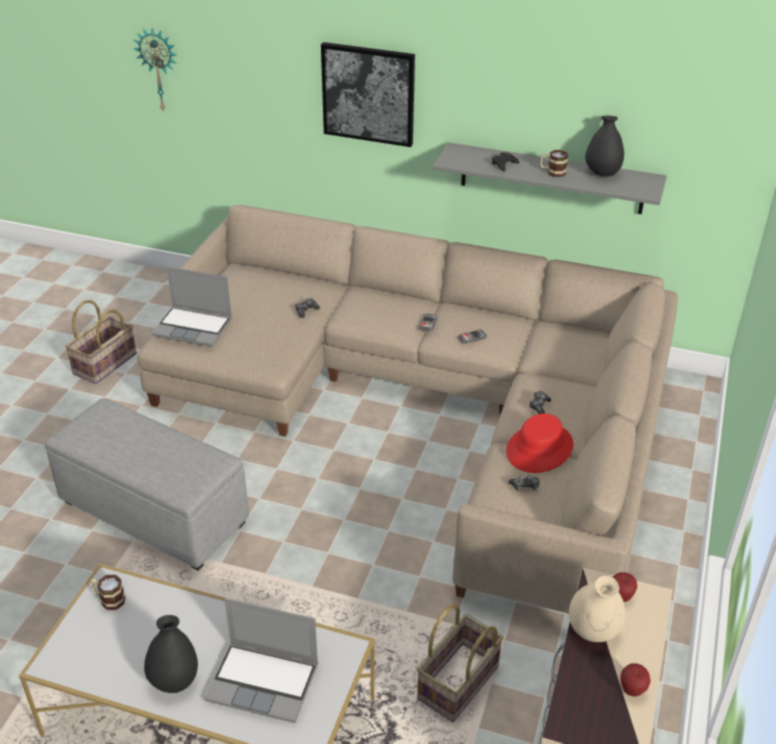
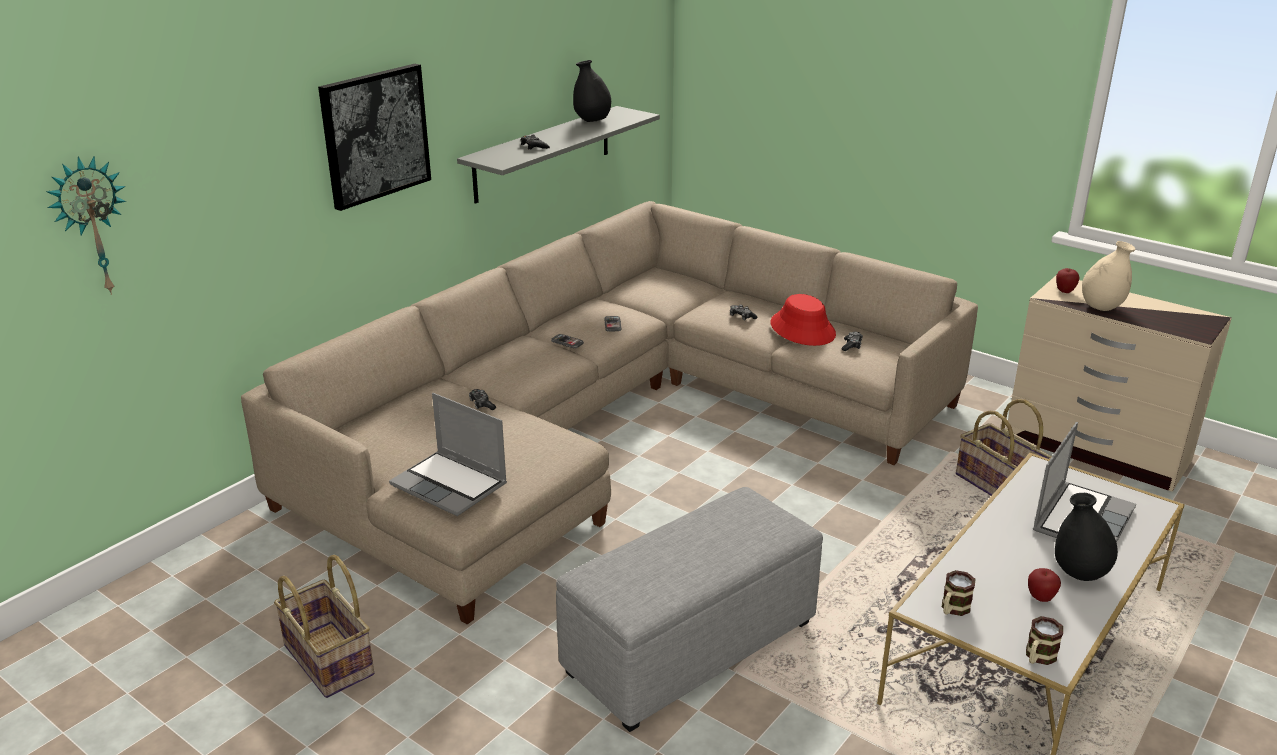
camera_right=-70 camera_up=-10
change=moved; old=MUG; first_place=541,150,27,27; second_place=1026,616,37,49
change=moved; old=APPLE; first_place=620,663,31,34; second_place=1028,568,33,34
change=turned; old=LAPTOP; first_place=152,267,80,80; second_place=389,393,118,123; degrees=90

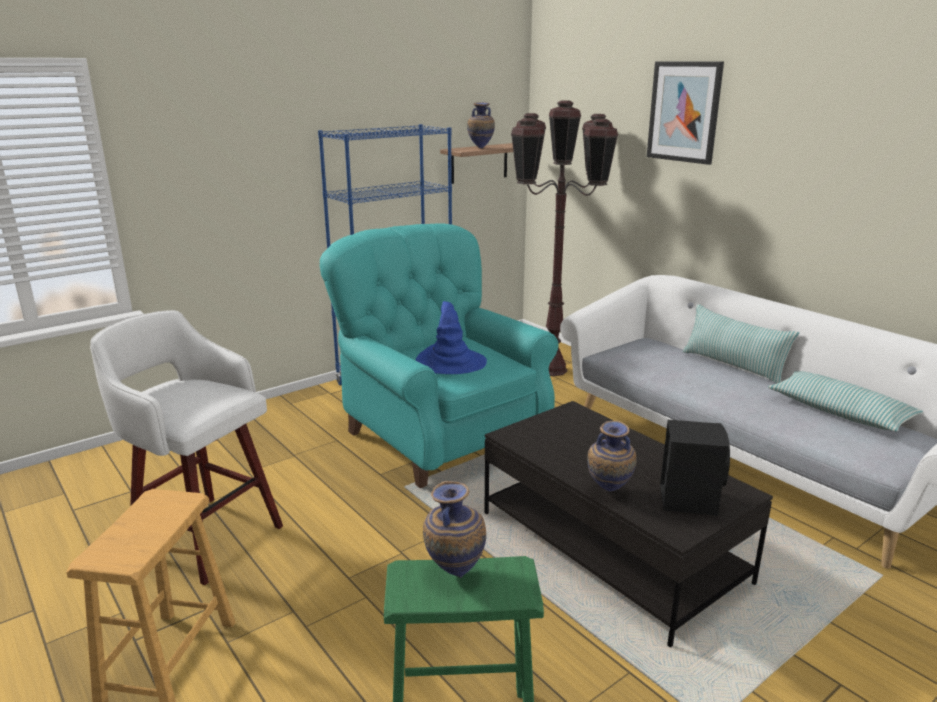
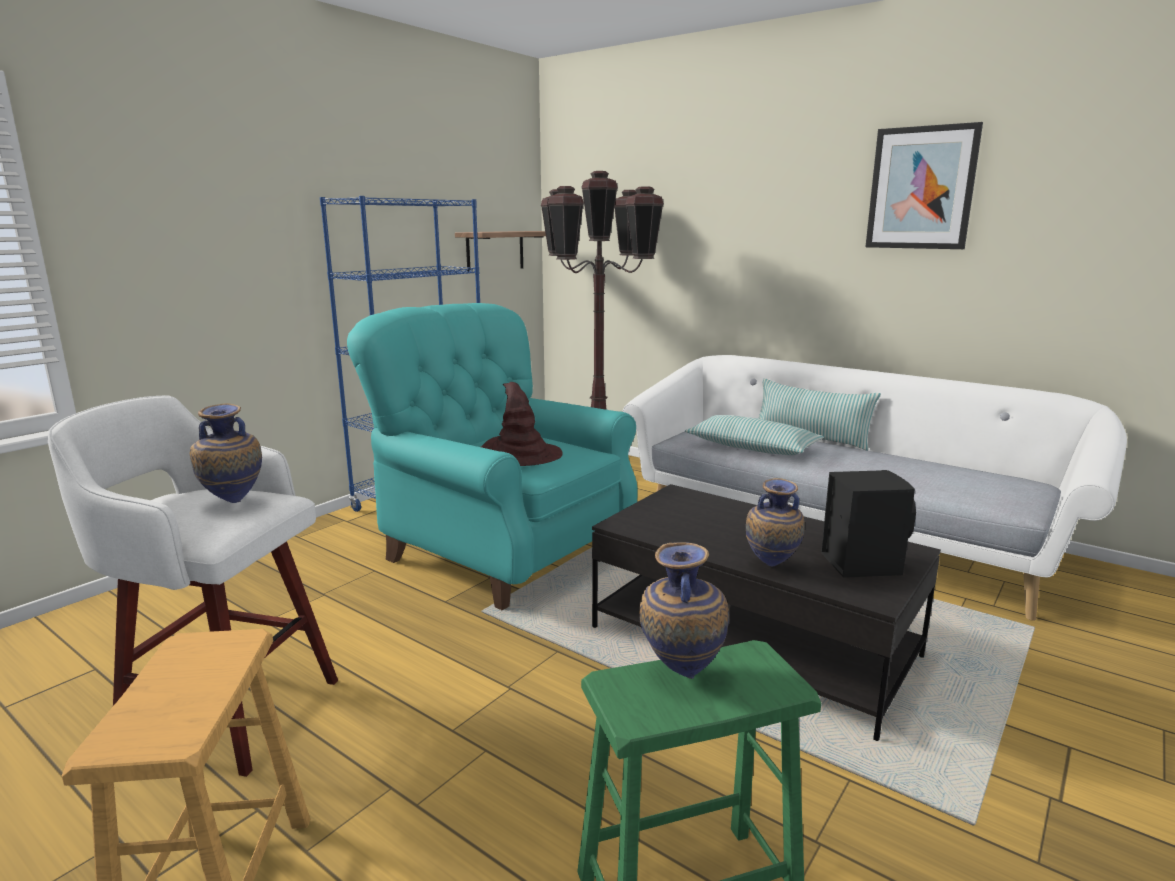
camera_right=-15 camera_up=-5
change=moved; old=VASE; first_place=467,102,28,46; second_place=190,403,72,100
change=moved; old=PICTURE; first_place=647,61,77,104; second_place=865,122,118,127
change=moved; old=PILLOW; first_place=768,371,155,60; second_place=685,415,139,40
change=recoloured; old=BLUE HAT; new=BROWN HAT; first_place=416,301,71,73; second_place=481,382,82,84

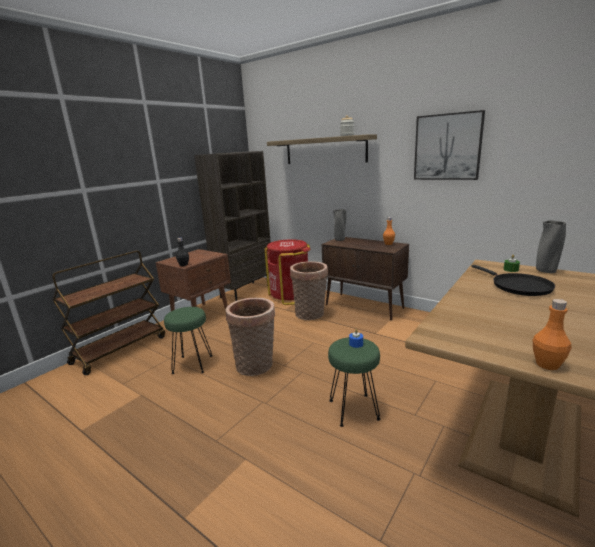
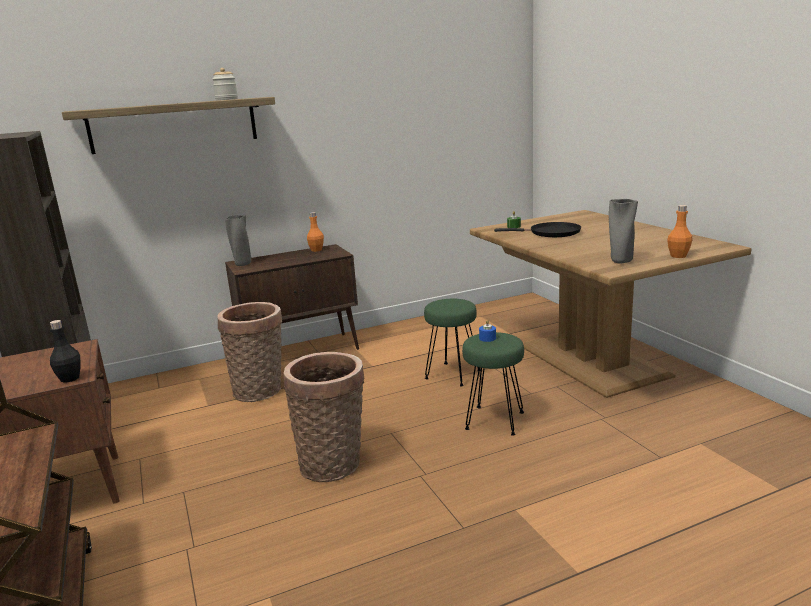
camera_right=-60 camera_up=0
change=removed; old=RED TRASH CAN; first_place=265,239,45,66
change=removed; old=PICTURE; first_place=414,110,71,70
change=moved; old=GREEN STOOL; first_place=164,307,49,67; second_place=424,299,57,87
change=moved; old=GREY VASE; first_place=536,220,30,53; second_place=609,199,29,64

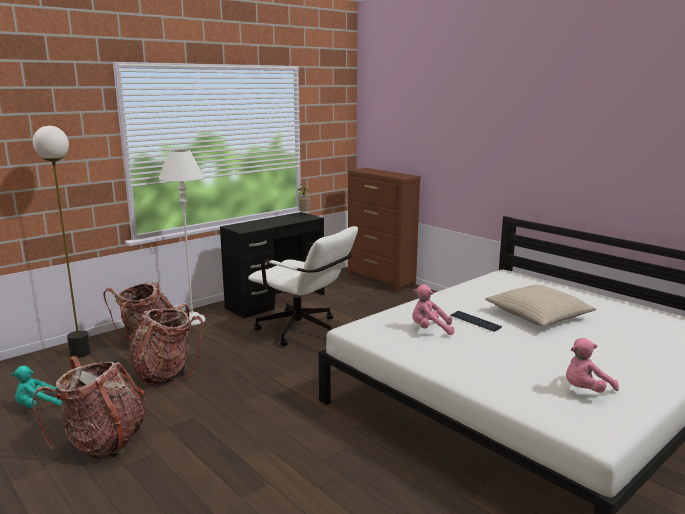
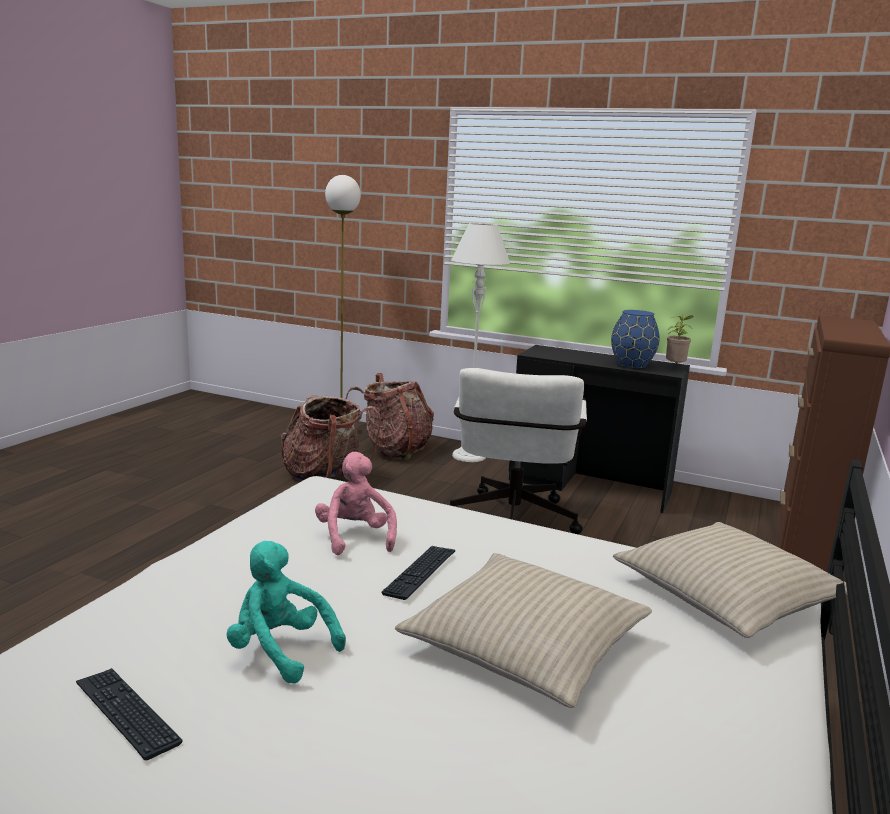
camera_right=65 camera_up=0
change=removed; old=BACKPACK; first_place=32,356,114,103
change=added; new=BLUE VASE; second_place=611,310,49,58
change=added; new=BEIGE PILLOW; second_place=613,522,235,116
change=moved; old=TURQUOISE PLUSH TOY; first_place=11,366,51,42; second_place=227,541,119,143
change=replaced; old=PINK PLUSH TOY; new=KEYBOARD; first_place=566,338,53,55; second_place=76,668,107,92

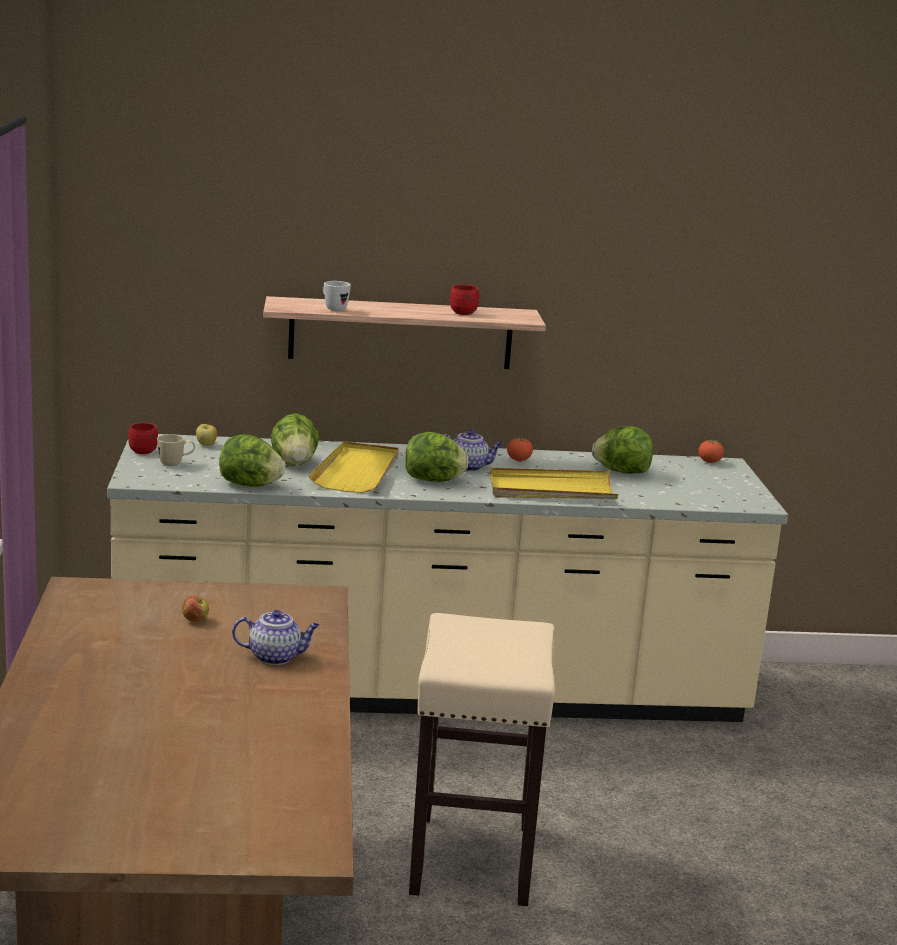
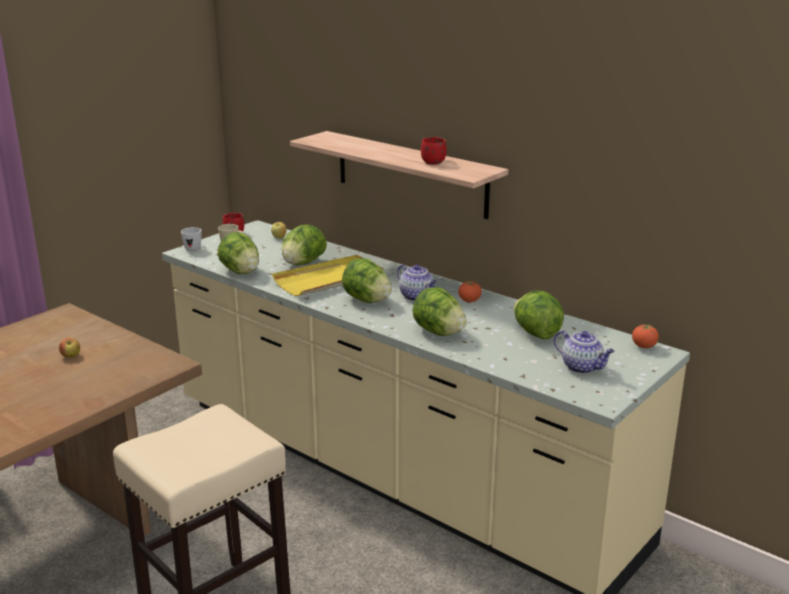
camera_right=45 camera_up=5
change=moved; old=TEAPOT; first_place=232,610,88,55; second_place=554,330,61,44
change=moved; old=WHITE MUG; first_place=323,281,28,30; second_place=181,227,21,24
change=replaced; old=YELLOW TRAY; new=LETTUCE; first_place=490,468,128,31; second_place=413,287,54,49

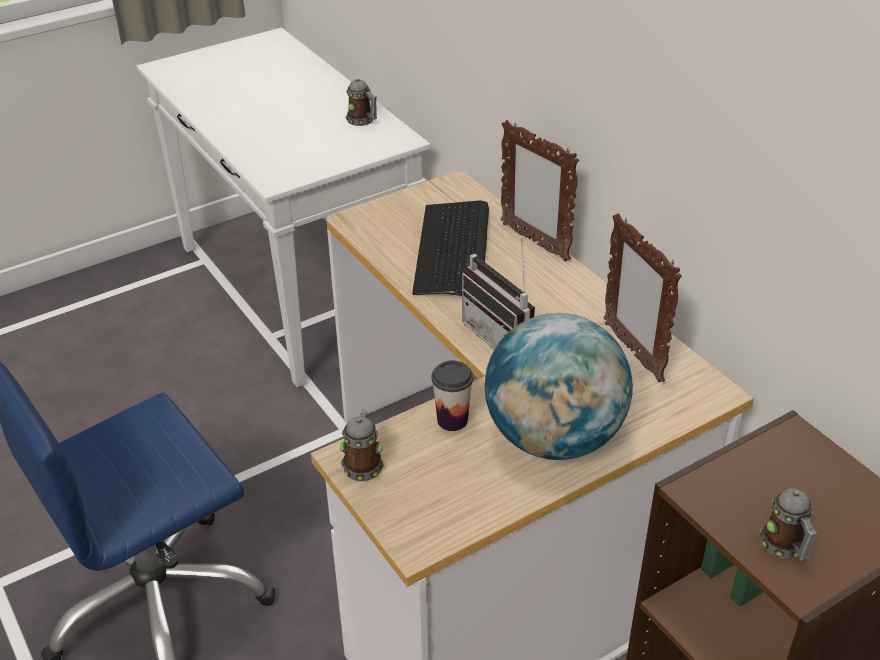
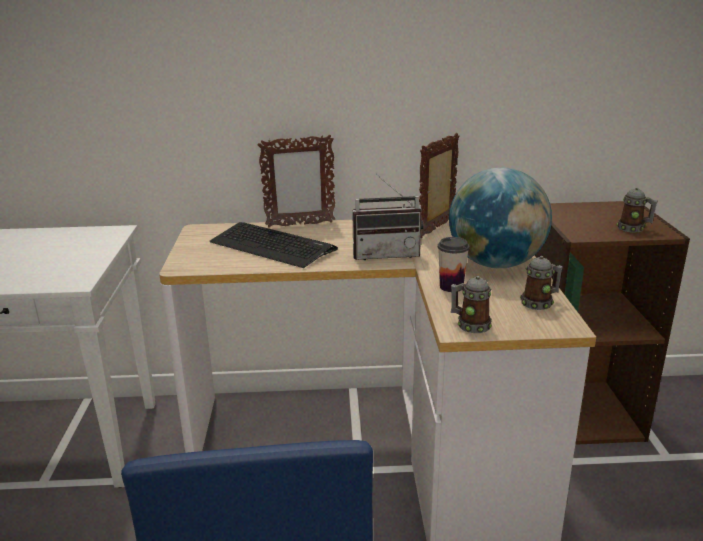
camera_right=-60 camera_up=-15
change=moved; old=MUG; first_place=345,79,32,47; second_place=520,256,43,54
change=turned; old=PICTURE FRAME; first_place=603,213,79,169; second_place=419,133,40,105; degrees=120

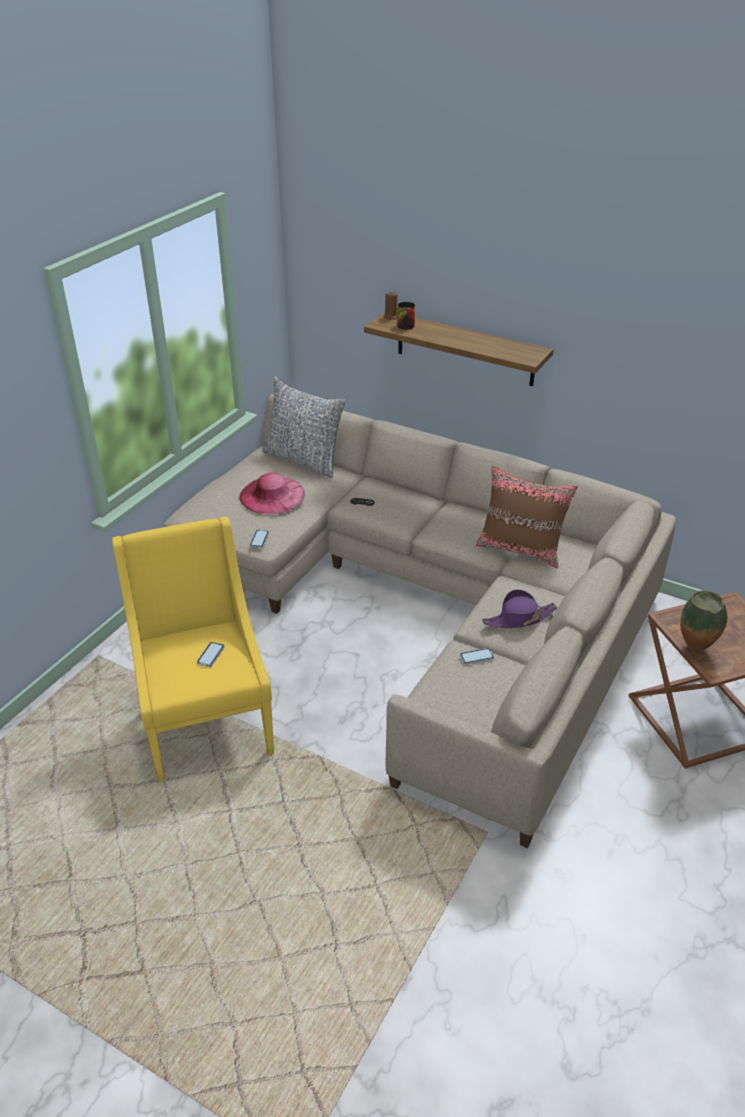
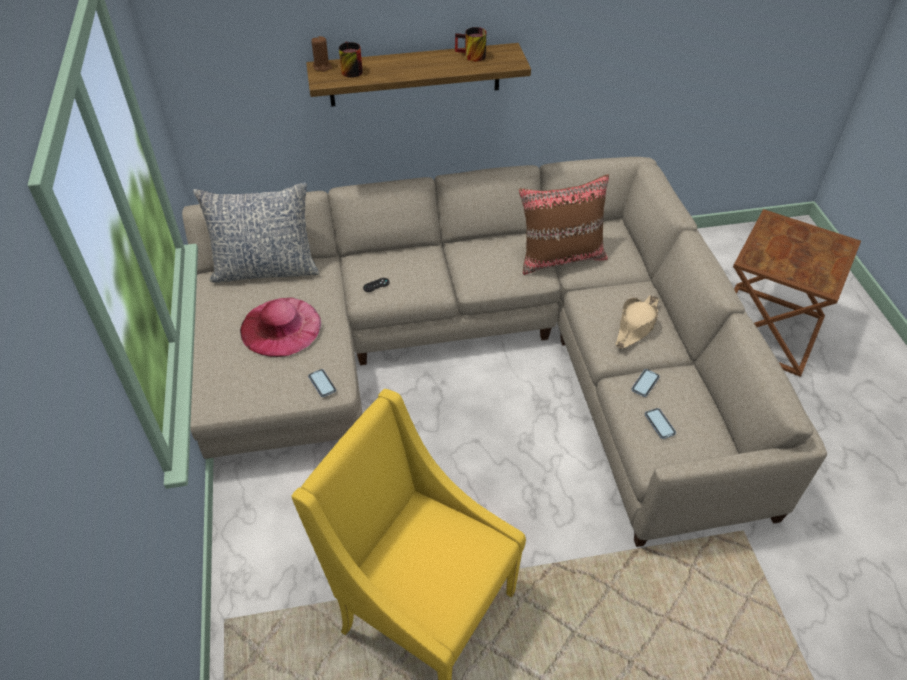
camera_right=-40 camera_up=10
change=removed; old=VASE; first_place=680,590,47,62
change=added; new=MUG; second_place=455,27,31,35
change=moved; old=PHONE; first_place=197,642,27,25; second_place=645,408,31,31
change=recoloured; old=PURPLE HAT; new=BEIGE HAT; first_place=482,589,75,39; second_place=615,295,44,54

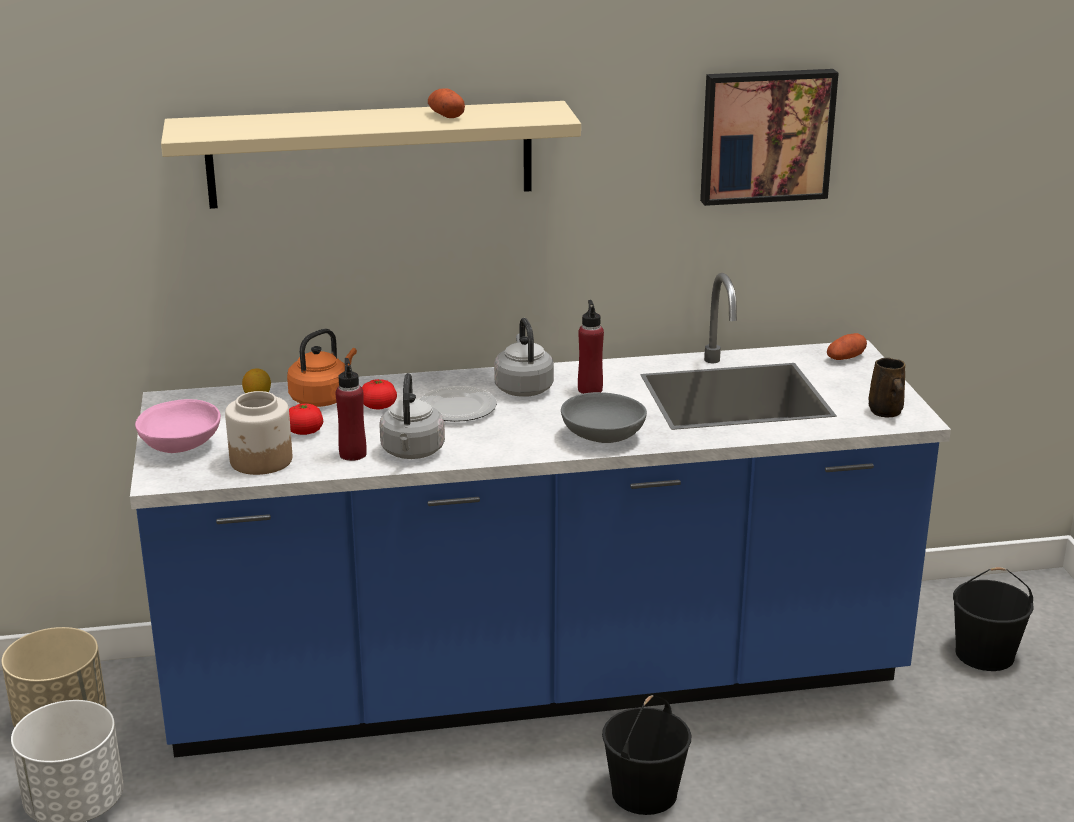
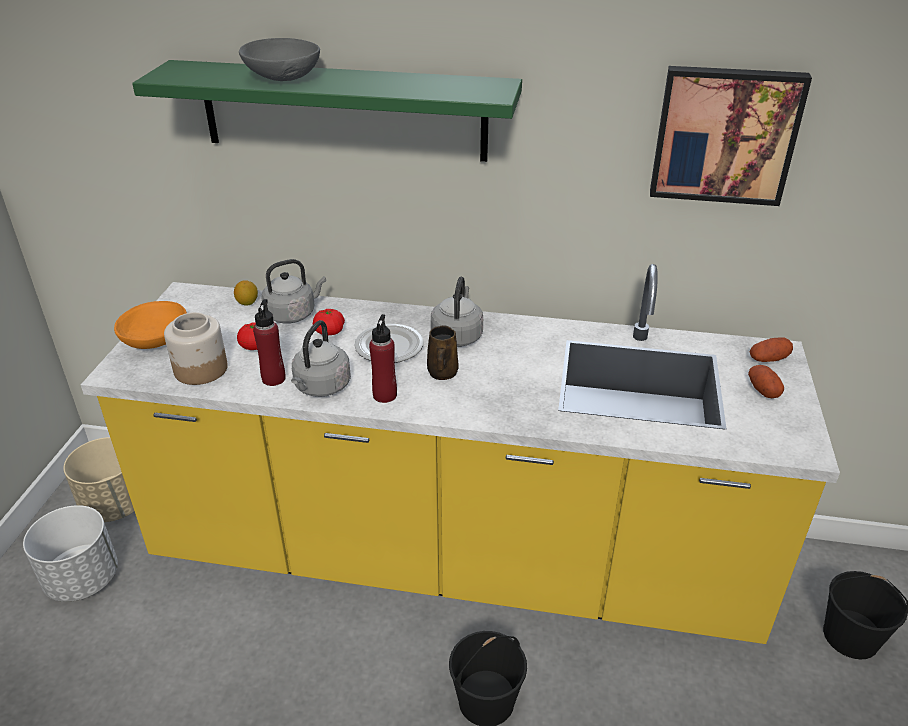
camera_right=20 camera_up=10
change=moved; old=POTATO; first_place=428,88,37,30; second_place=748,365,36,33
change=moved; old=GREY BOWL; first_place=561,392,86,51; second_place=239,38,81,43
change=moved; old=RED BOTTLE; first_place=578,300,26,94; second_place=369,314,28,89
change=moved; old=BROWN MUG; first_place=868,358,37,60; second_place=427,325,31,55
change=recoloured; old=BLUE COUNTER; new=YELLOW COUNTER; first_place=130,273,821,484; second_place=81,264,759,380
change=recoloured; old=PINK BOWL; new=ORANGE BOWL; first_place=135,399,86,54; second_place=114,301,73,48
change=recoloured; old=BEIGE SHELF; new=GREEN SHELF; first_place=161,101,420,108; second_place=132,60,390,102
change=recoloured; old=ORANGE KETTLE; new=GREY KETTLE; first_place=287,329,70,78; second_place=261,259,65,65

